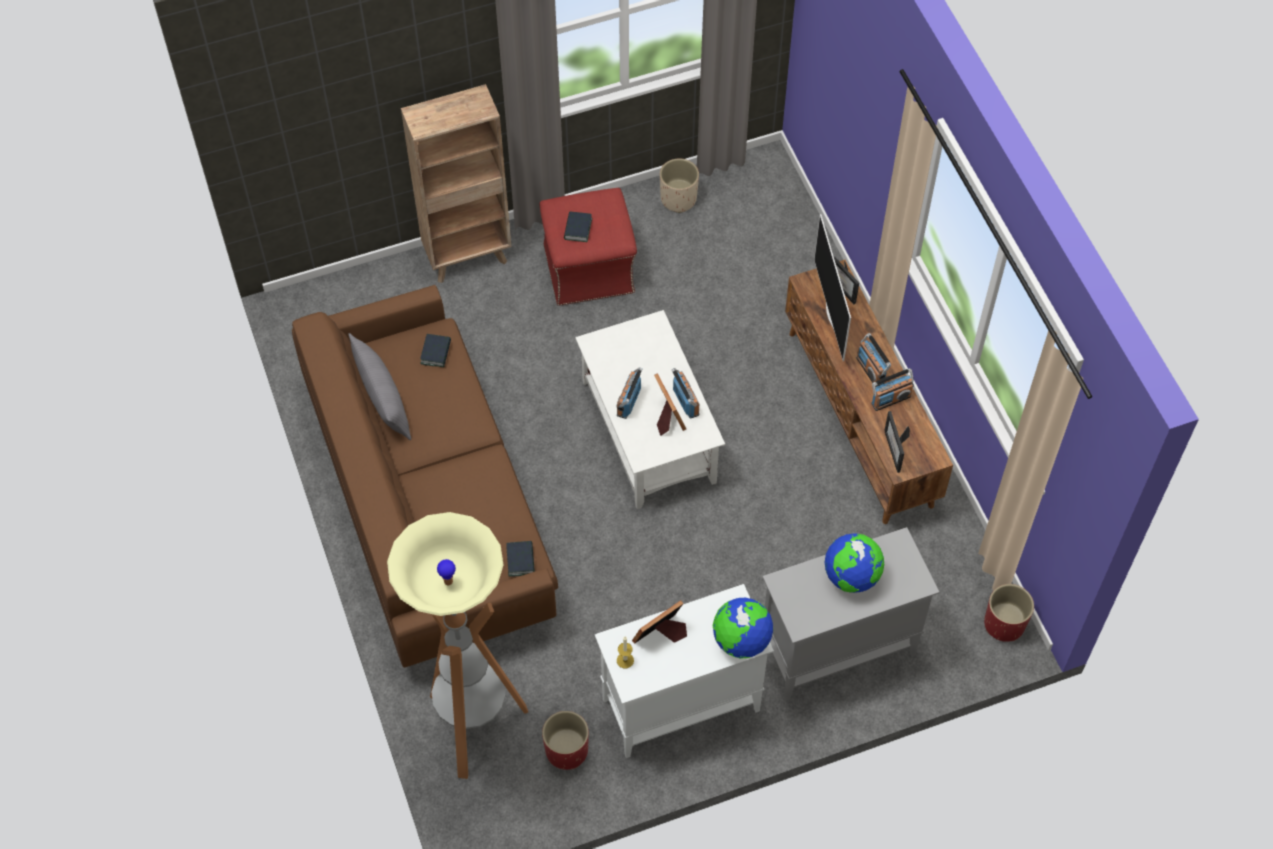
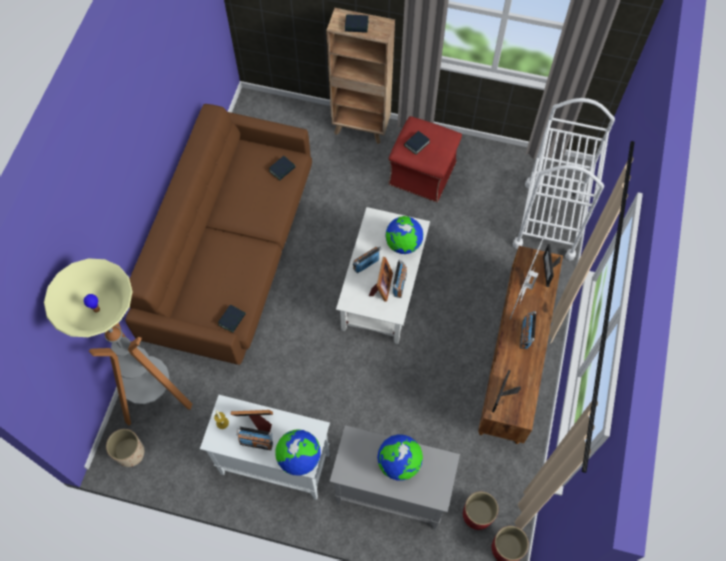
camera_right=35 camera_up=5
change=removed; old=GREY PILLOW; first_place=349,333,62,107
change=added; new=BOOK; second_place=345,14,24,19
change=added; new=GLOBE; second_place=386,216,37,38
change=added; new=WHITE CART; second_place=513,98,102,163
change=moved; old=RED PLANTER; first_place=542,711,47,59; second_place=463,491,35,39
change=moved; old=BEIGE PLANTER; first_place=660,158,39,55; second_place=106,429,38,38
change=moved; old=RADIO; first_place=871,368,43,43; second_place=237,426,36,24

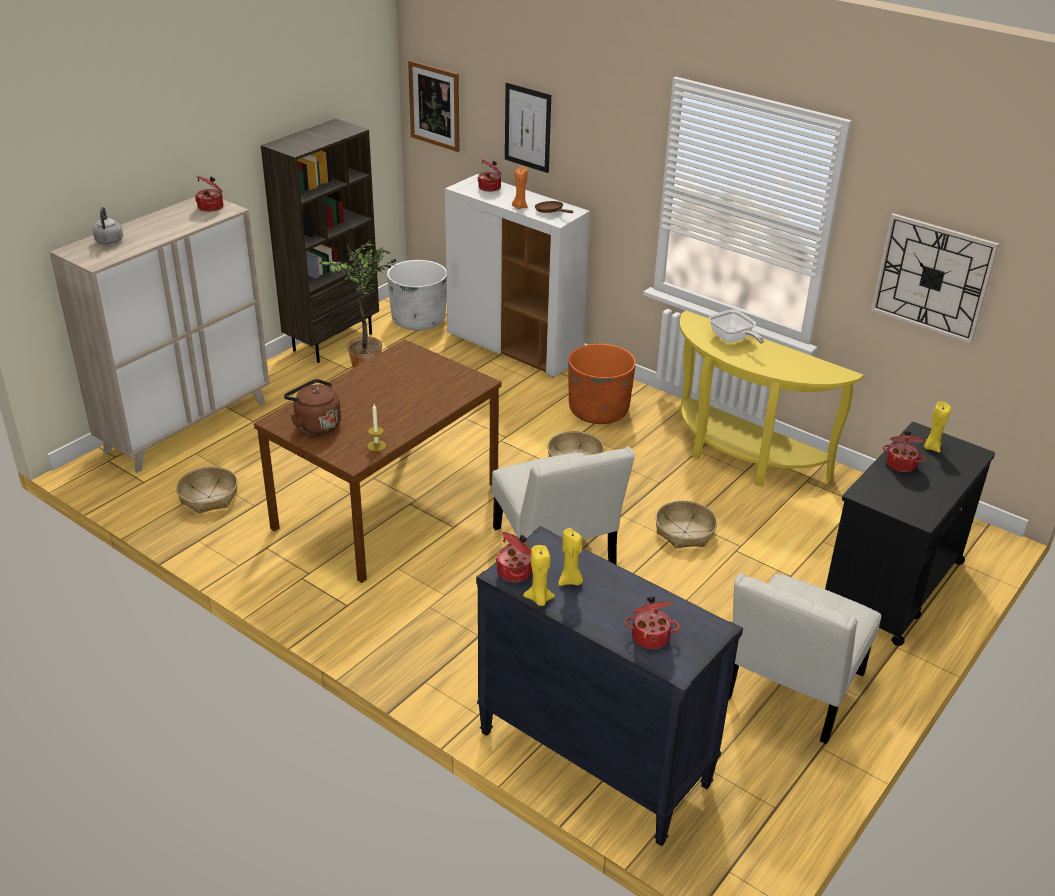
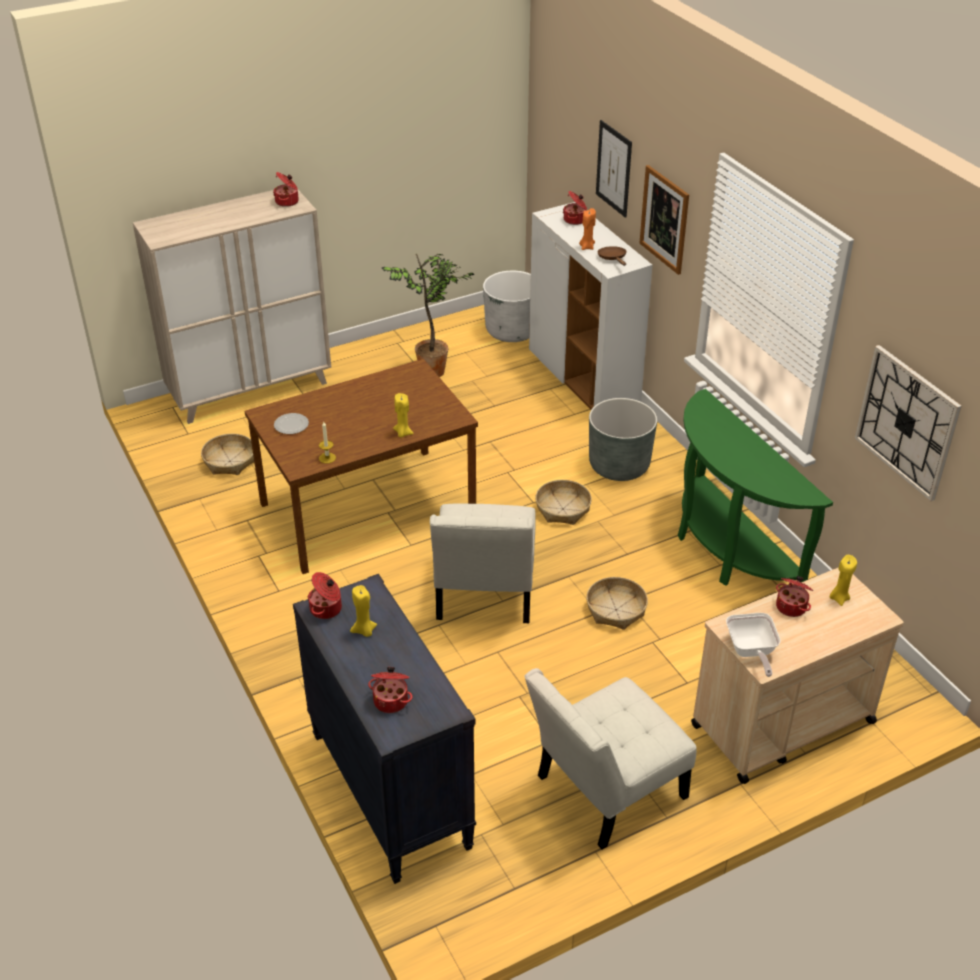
camera_right=25 camera_up=5
change=removed; old=GREY KETTLE; first_place=93,207,30,37
change=removed; old=BROWN BOOKCASE; first_place=261,119,118,244
change=moved; old=PICTURE; first_place=408,60,52,92; second_place=640,165,49,110
change=moved; old=YELLOW CANDLE; first_place=523,545,32,61; second_place=393,393,21,45
change=moved; old=FRYING PAN; first_place=709,309,55,35; second_place=726,613,55,64
change=replaced; old=BROWN KETTLE; new=PLATE; first_place=284,379,57,56; second_place=274,413,35,21
change=recoloured; old=ORANGE PLANTER; new=GREY PLANTER; first_place=568,344,68,80; second_place=589,398,68,83
change=recoloured; old=YELLOW CONSOLE TABLE; new=GREEN CONSOLE TABLE; first_place=678,311,186,176; second_place=678,389,155,197
change=recoloured; old=BLACK CART; new=BEIGE CART; first_place=825,422,170,224; second_place=691,567,212,217

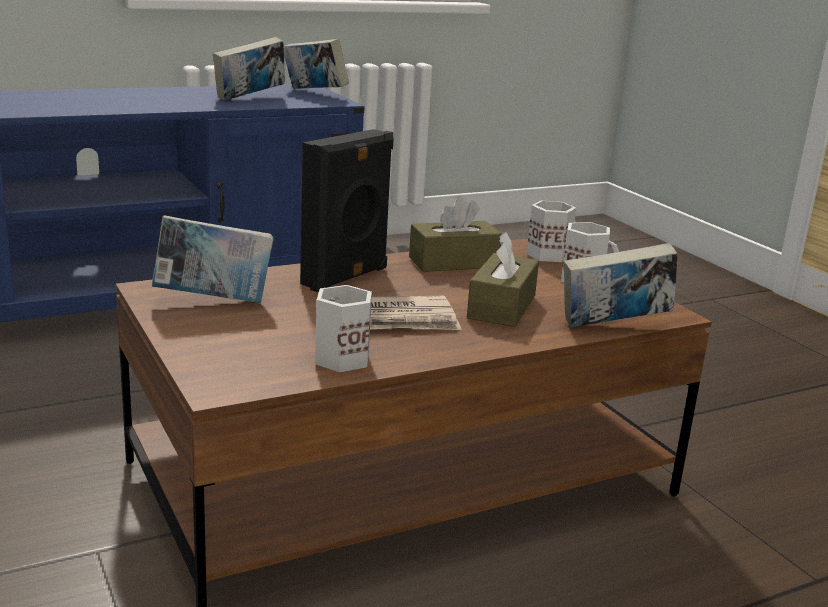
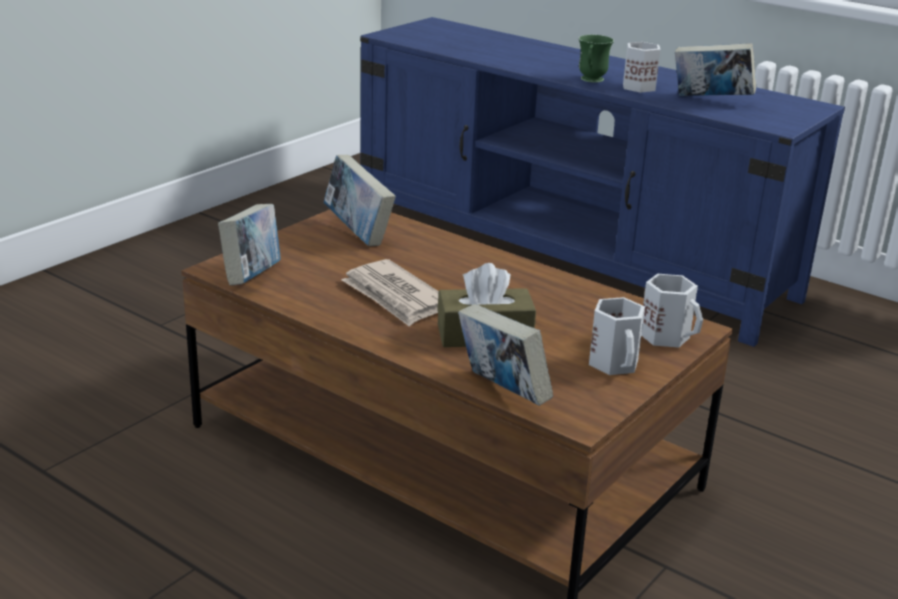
camera_right=65 camera_up=5
change=removed; old=BLACK SPEAKER; first_place=300,129,94,163
change=removed; old=BROWN TISSUE BOX; first_place=409,196,93,76
change=added; new=GREEN MUG; second_place=579,35,35,48
change=moved; old=BOOK; first_place=284,39,65,50; second_place=218,204,62,81
change=moved; old=WHITE MUG; first_place=315,285,57,87; second_place=623,42,38,51

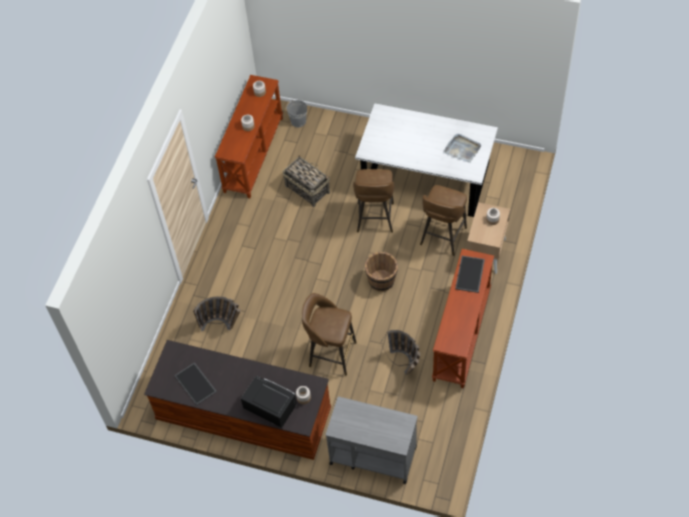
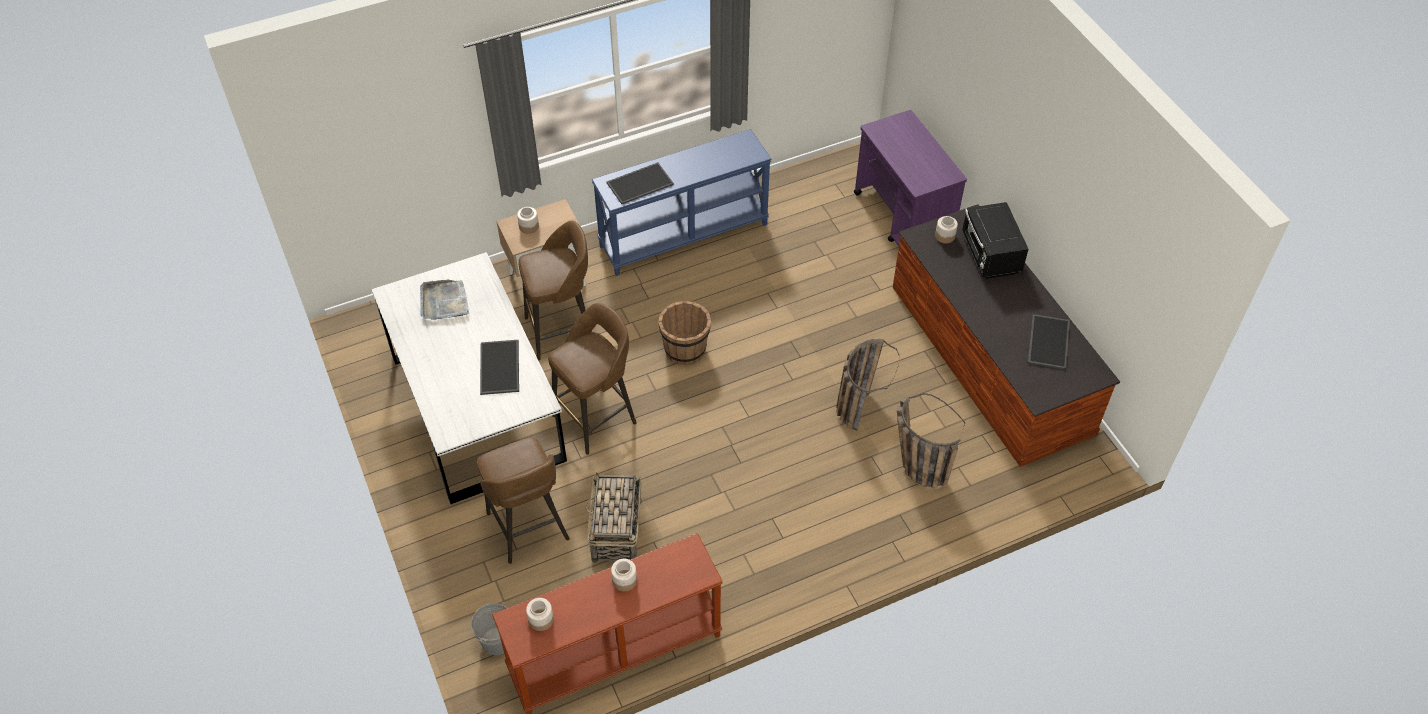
camera_right=-135 camera_up=-5
change=added; new=TRAY; second_place=480,340,39,55
change=moved; old=BROWN STOOL; first_place=302,293,55,82; second_place=477,437,93,127
change=moved; old=BASKET; first_place=382,330,38,45; second_place=836,339,63,91
change=recoloured; old=GREY CART; new=PURPLE CART; first_place=325,397,93,87; second_place=854,110,113,136
change=recoloured; old=BROWN CONSOLE TABLE; new=BLUE CONSOLE TABLE; first_place=432,249,62,140; second_place=592,129,180,147

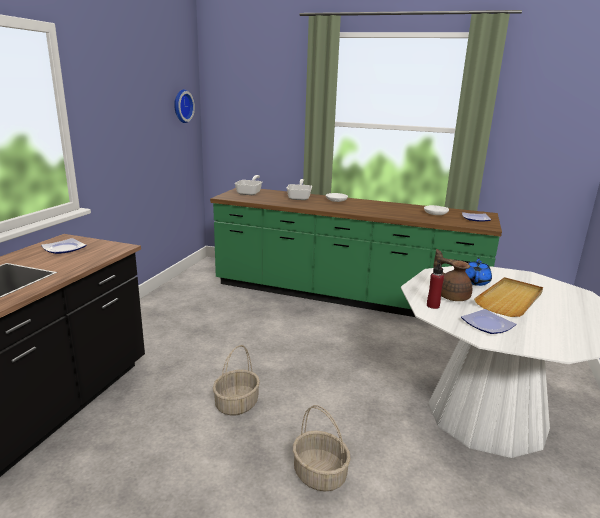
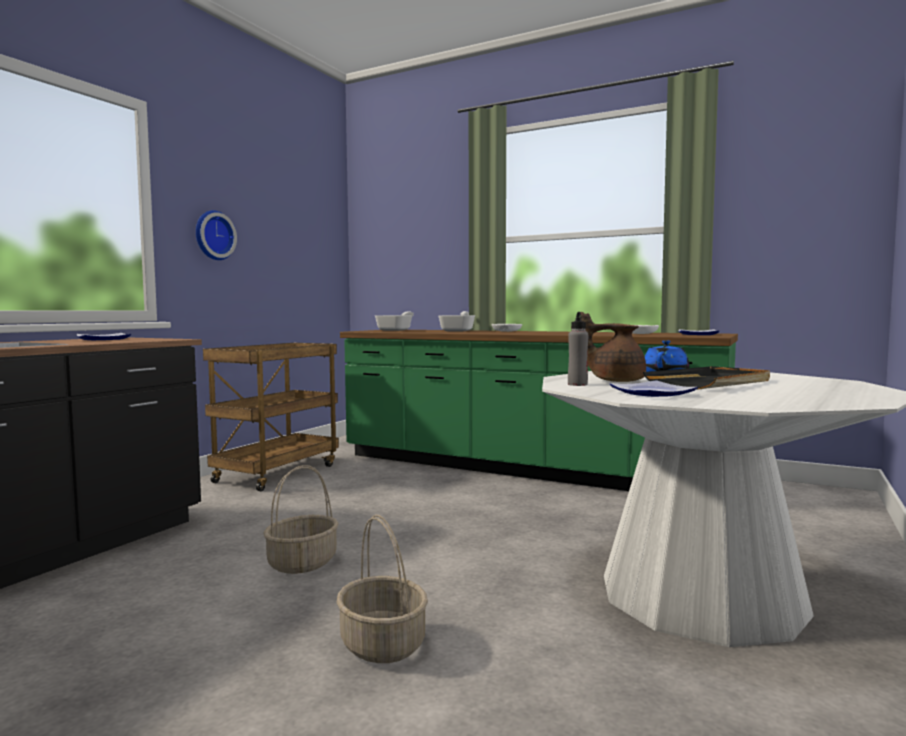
camera_right=10 camera_up=-15
change=added; new=BROWN CART; second_place=203,343,136,148
change=moved; old=WALL CLOCK; first_place=174,89,21,34; second_place=196,210,41,50
change=recoloured; old=RED BOTTLE; new=GREY BOTTLE; first_place=427,260,17,49; second_place=568,312,20,74
change=recoloured; old=BEIGE TRAY; new=BLACK TRAY; first_place=474,277,69,40; second_place=643,366,127,24
change=turned; old=BROWN TEAPOT; first_place=433,249,39,52; second_place=581,312,65,70; degrees=-45

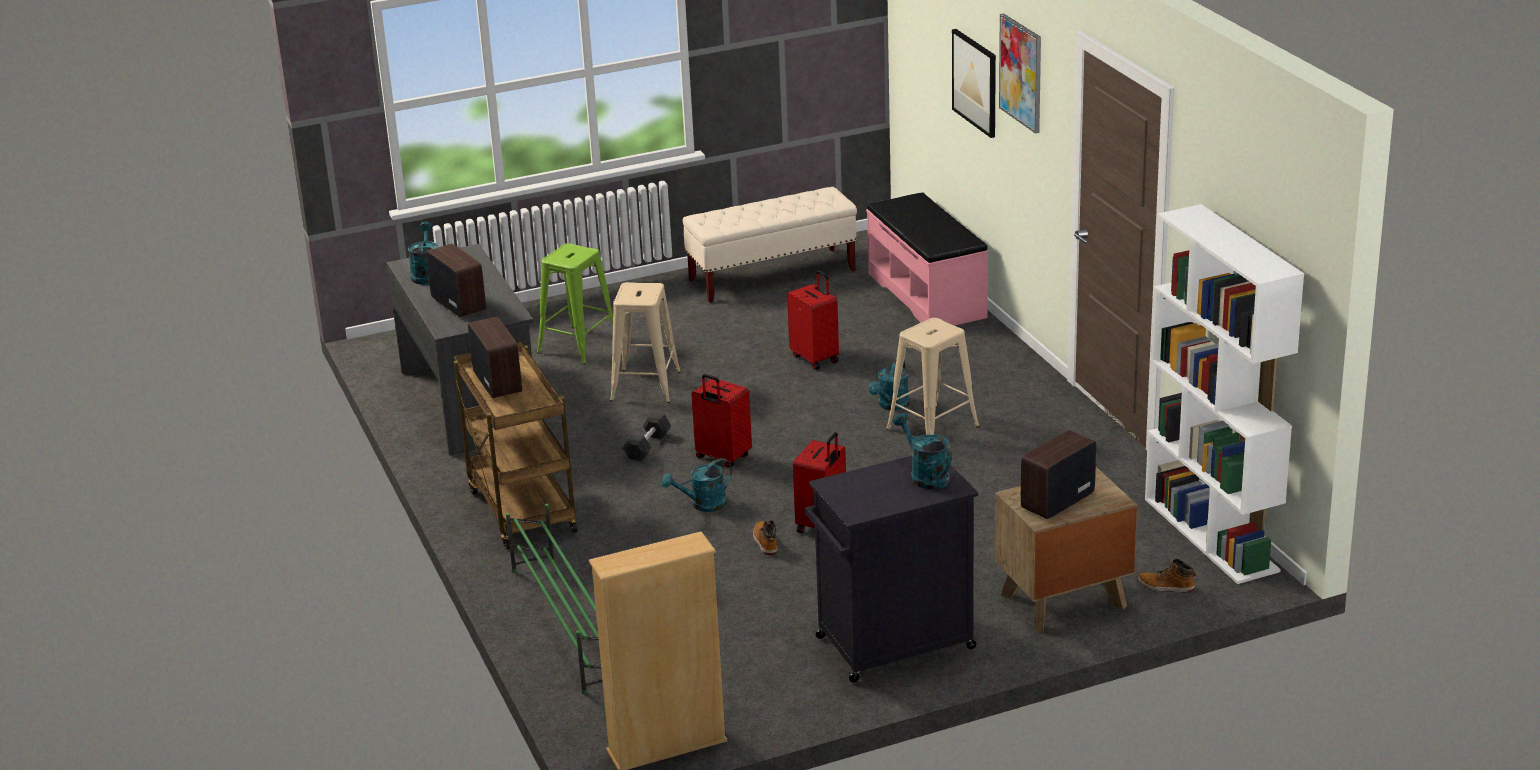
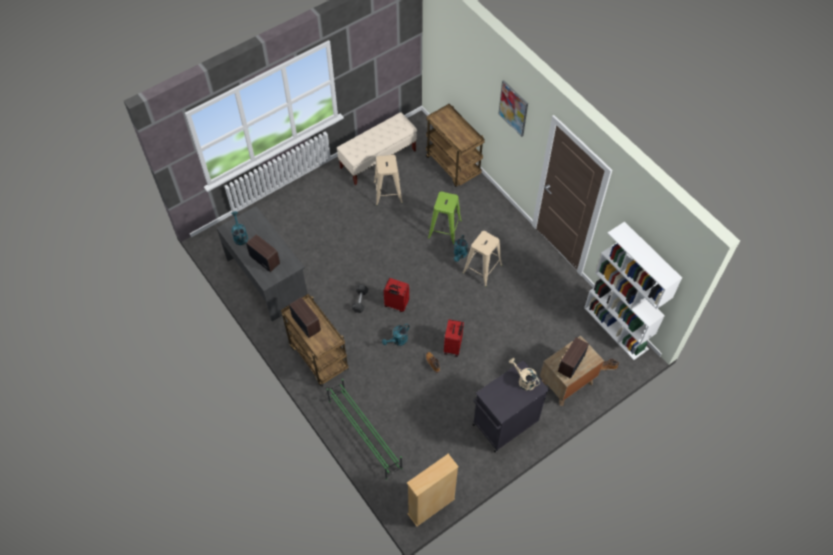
camera_right=-15 camera_up=30
change=removed; old=RED SUITCASE; first_place=787,270,52,100
change=removed; old=PICTURE; first_place=952,29,44,109
change=moved; old=GREEN STOOL; first_place=537,243,76,122; second_place=428,191,34,54
change=moved; old=BEIGE STOOL; first_place=610,282,71,121; second_place=374,155,29,50
change=replaced; old=PINK BENCH; new=BROWN CART; first_place=866,193,122,133; second_place=426,104,59,83
change=recoloured; old=TURQUOISE WATERING CAN; new=BEIGE WATERING CAN; first_place=893,413,59,76; second_place=509,358,31,33

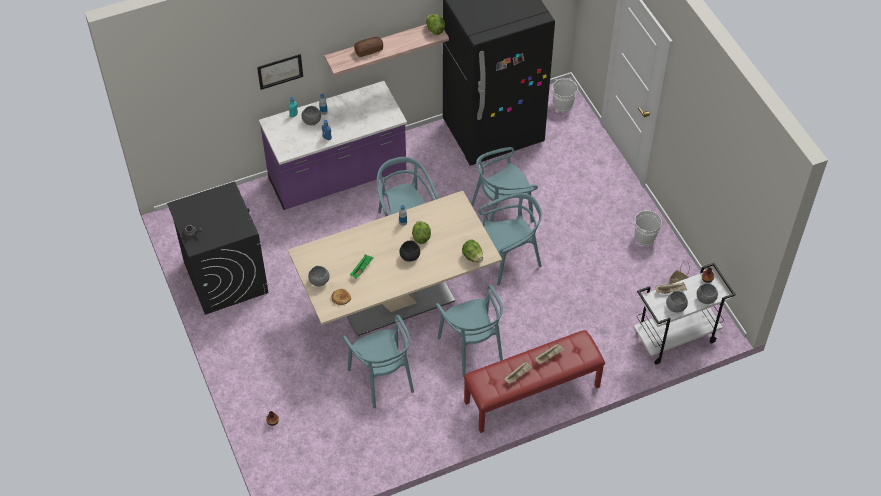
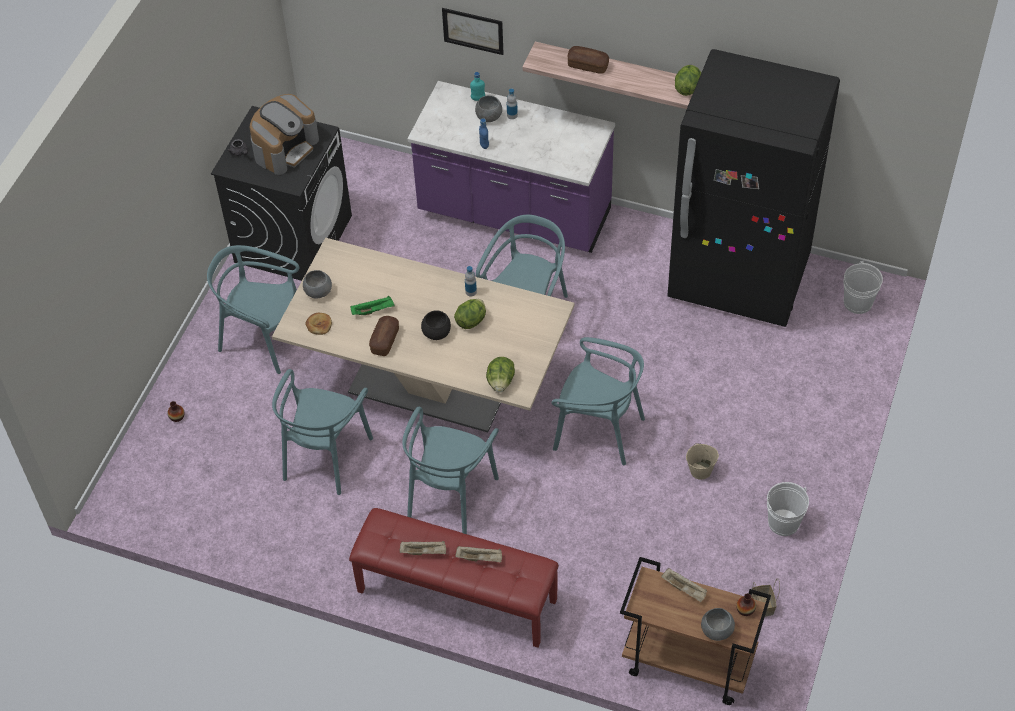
camera_right=45 camera_up=0
change=removed; old=GREY BOWL; first_place=666,291,22,21
change=added; new=COFFEE MACHINE; second_place=249,94,70,81
change=added; new=BREAD; second_place=369,316,30,40
change=added; new=BEIGE BUCKET; second_place=686,443,33,37
change=moved; old=TURQUOISE CHAIR; first_place=471,147,67,75; second_place=207,245,92,129
change=recoloured; old=WHITE CART; new=BROWN CART; first_place=633,263,103,102; second_place=620,557,151,148

